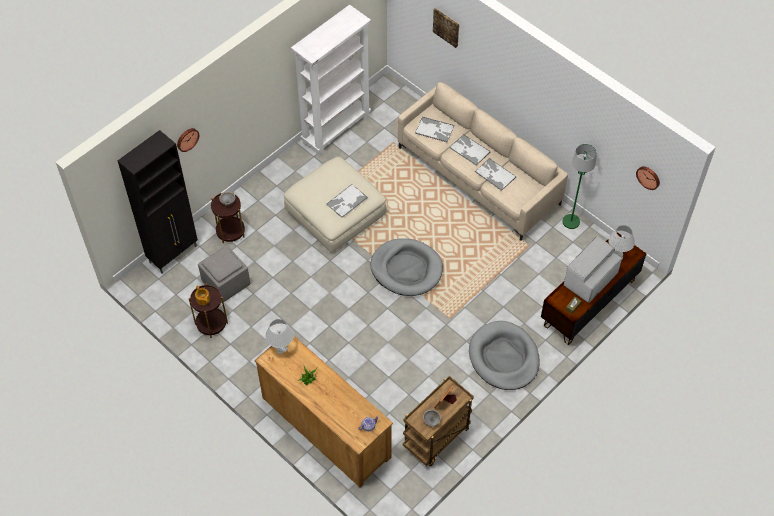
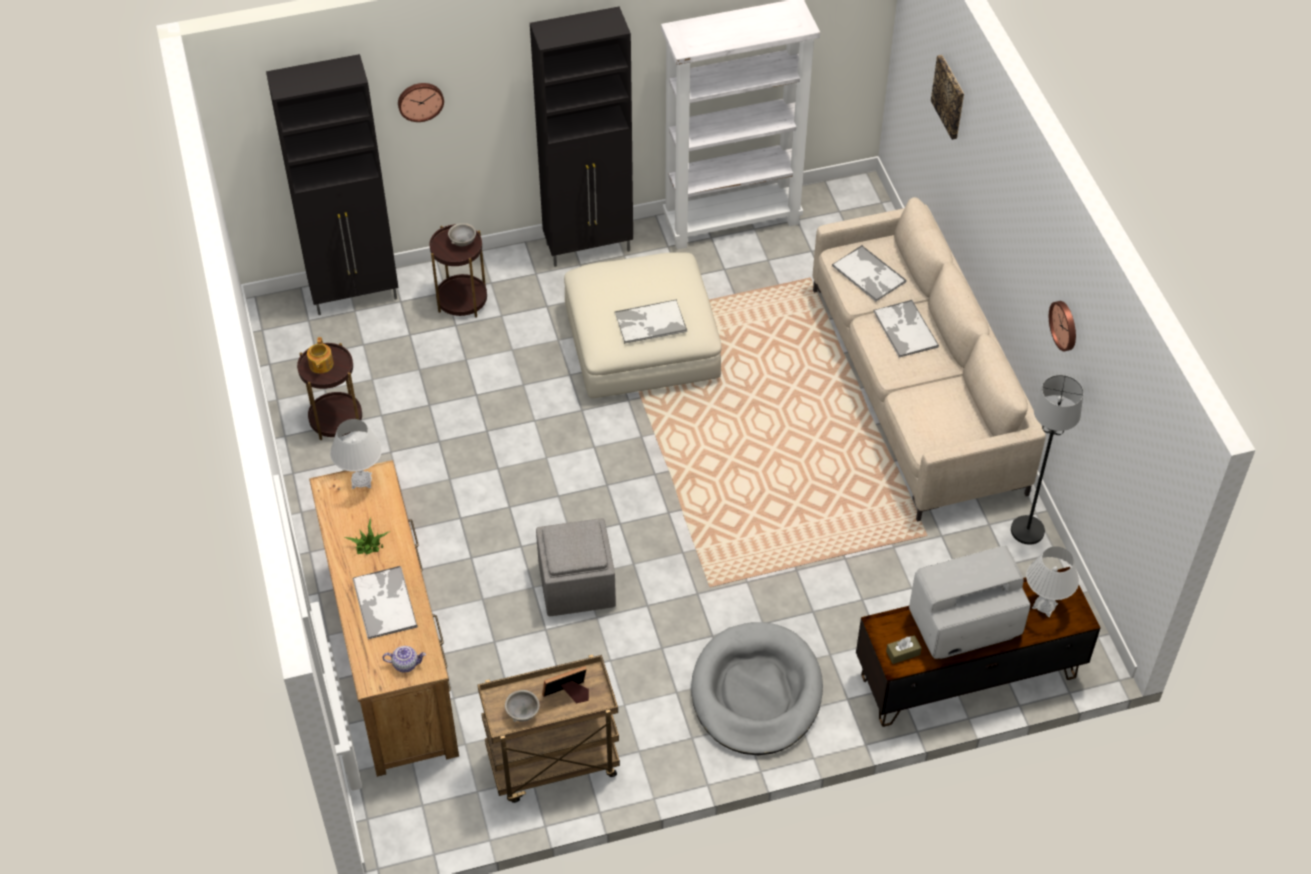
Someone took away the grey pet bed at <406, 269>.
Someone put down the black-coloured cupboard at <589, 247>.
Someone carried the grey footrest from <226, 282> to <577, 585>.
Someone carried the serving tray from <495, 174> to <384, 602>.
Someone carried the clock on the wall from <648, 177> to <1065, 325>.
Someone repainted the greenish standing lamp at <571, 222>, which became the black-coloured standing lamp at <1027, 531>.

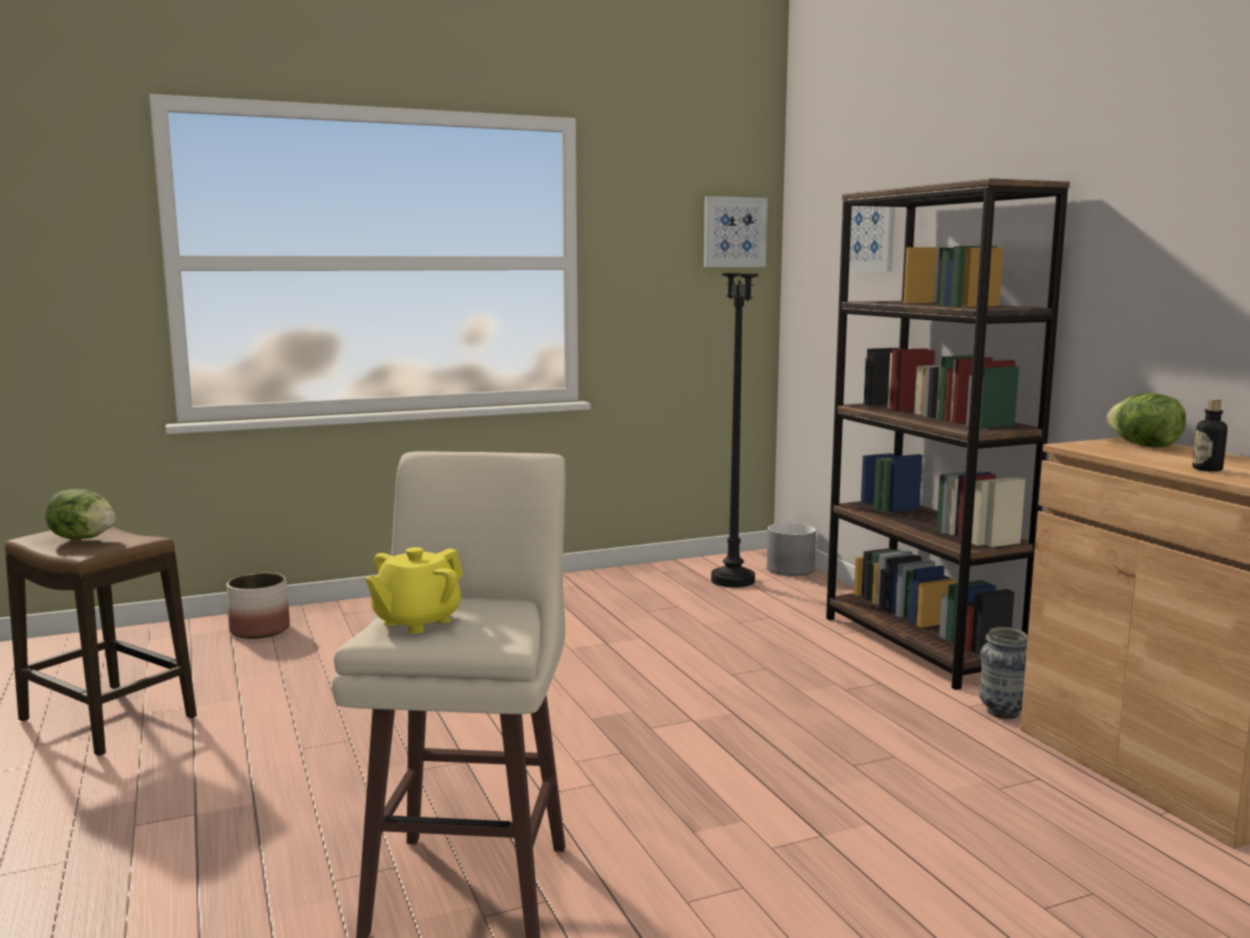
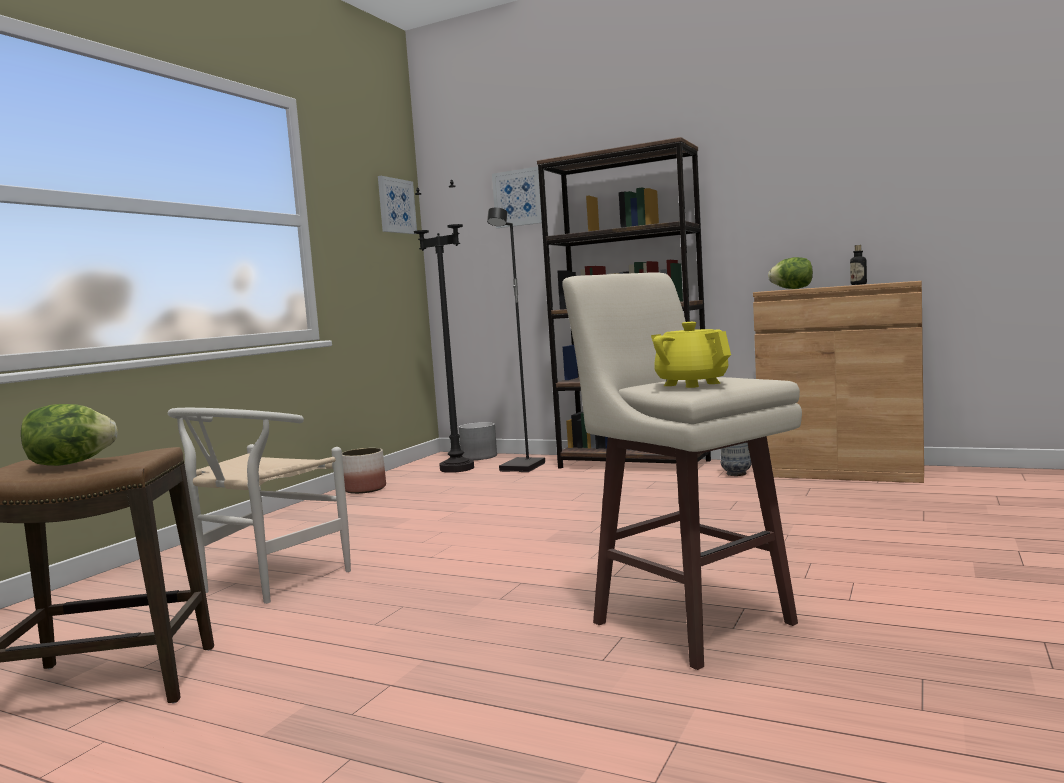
Someone put down the white-coloured chair at <264, 584>.
Someone put down the black-coloured standing lamp at <523, 467>.
Someone carried the plant pot from <260, 630> to <365, 489>.
Someone rotated the yellowish pot for tea at <416, 622> by 150 degrees clockwise.

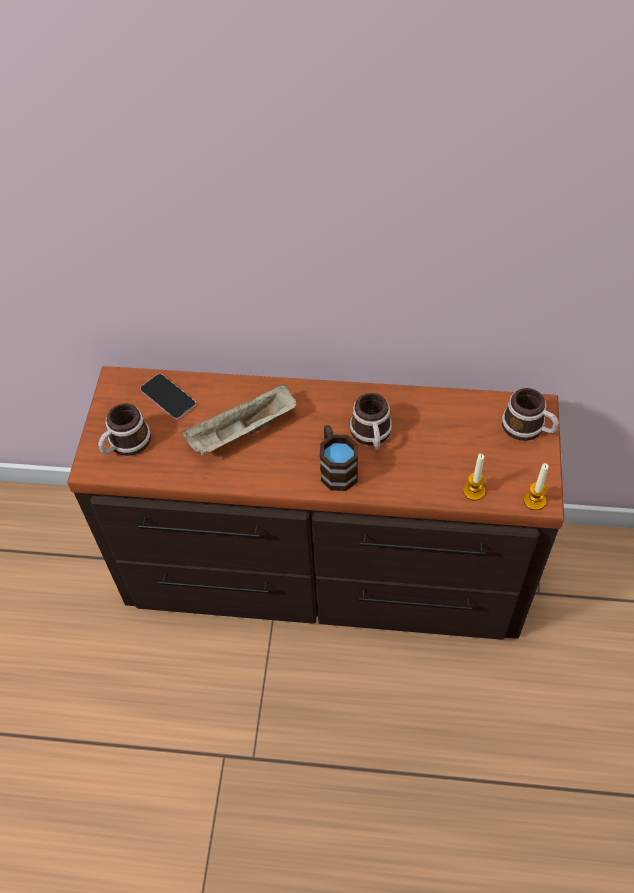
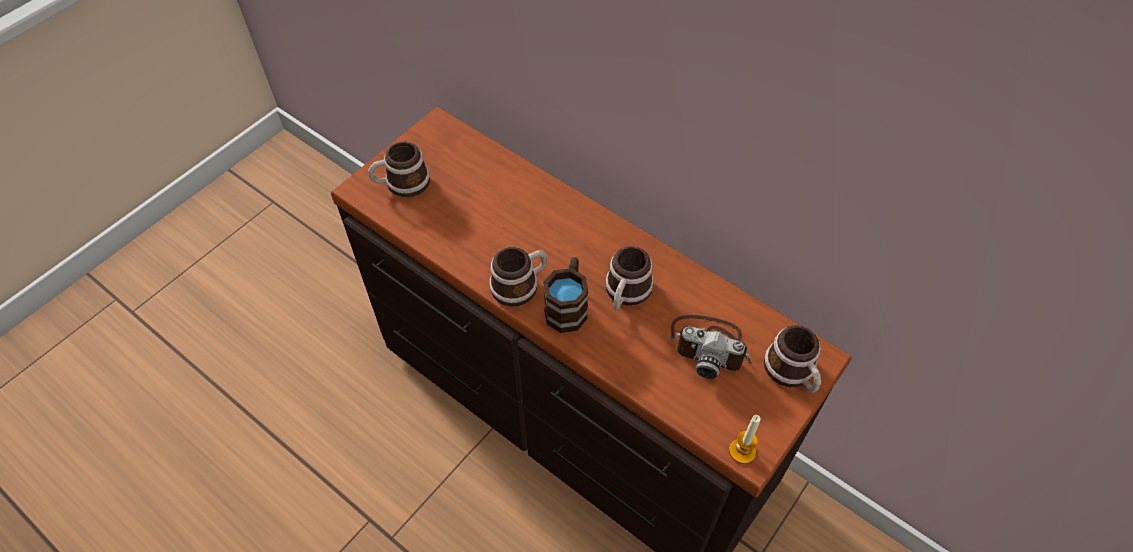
Someone took away the handset at <168, 397>.
Someone took away the beige serving tray at <242, 433>.
Someone took away the wax candle at <473, 491>.
Someone put down the coffee mug at <520, 285>.
Someone put down the photo camera at <709, 345>.

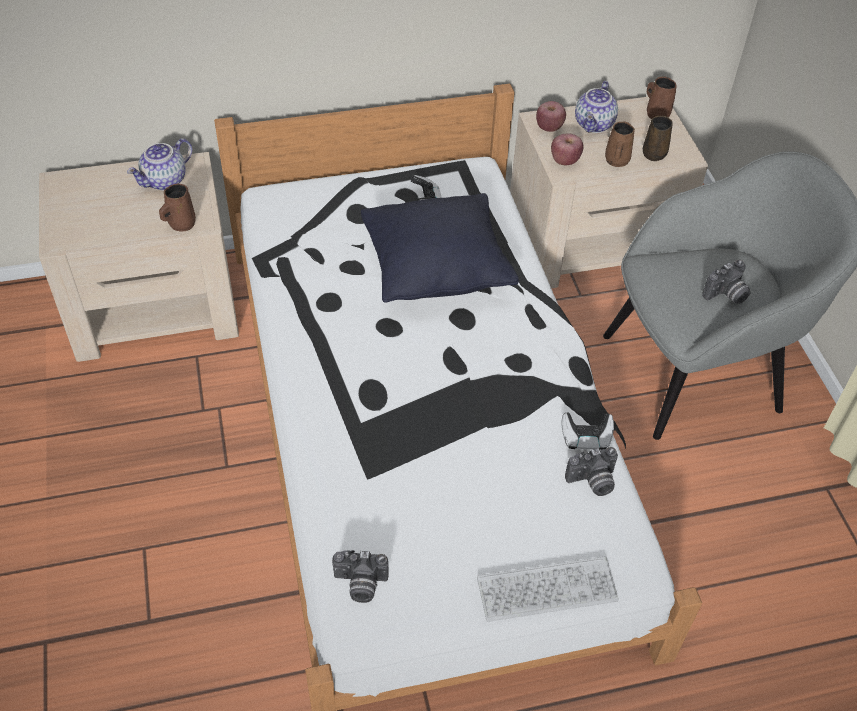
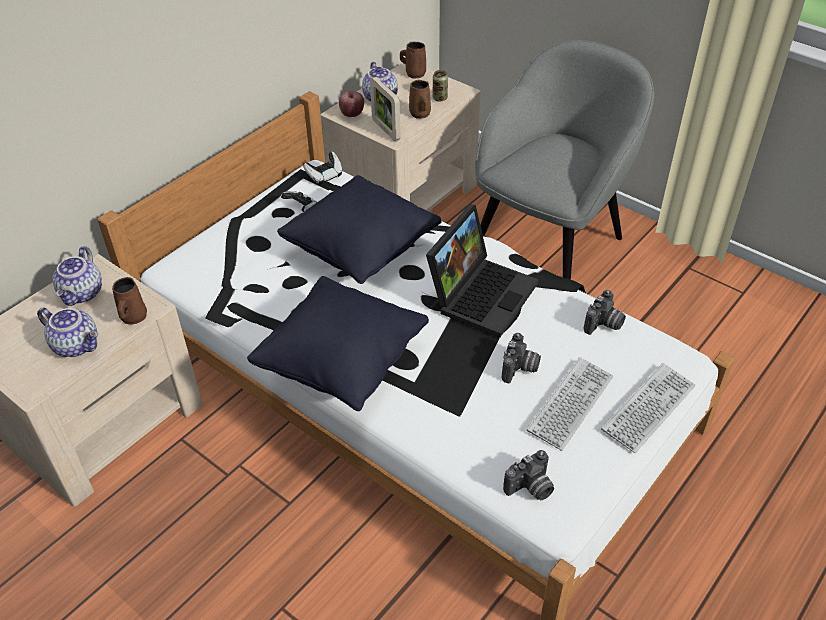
Someone put down the pot for tea at <77, 345>.
Someone put down the black-coloured throw pillow at <342, 364>.
Someone put down the notebook computer at <481, 293>.
Someone put down the keyboard at <570, 404>.
Someone carried the joypad from <585, 439> to <325, 176>.
Someone carried the photo camera from <726, 295> to <520, 369>.
Someone swapped the apple fruit at <565, 161> for the photo frame at <386, 130>.
Someone swapped the brown-coloured coffee mug at <655, 153> for the can at <440, 98>.

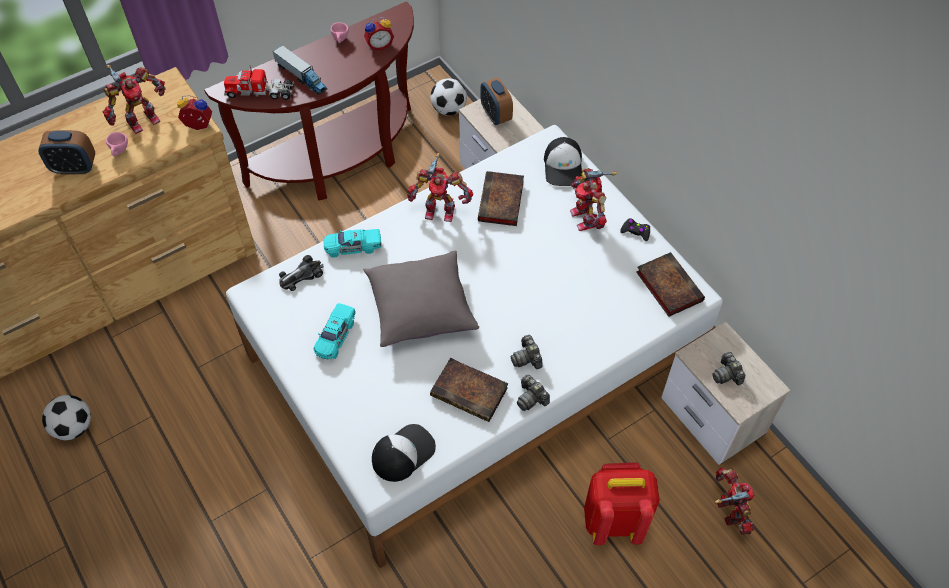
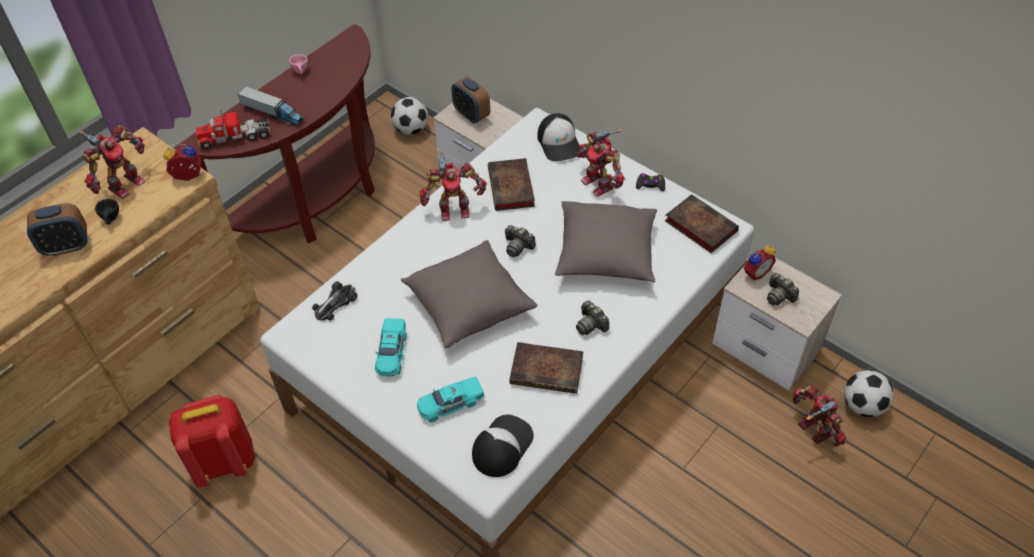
Someone put down the grey throw pillow at <605, 255>.
Someone carried the football from <74, 427> to <862, 405>.
Someone carried the turquoise-coloured miniature car from <353, 247> to <450, 404>.
Someone carried the table clock from <379, 45> to <755, 272>.
Someone carried the photo camera from <531, 398> to <518, 246>.
Someone carried the red-coloured knapsack from <614, 520> to <223, 461>.
Someone repainted the pinkish cup at <120, 152>, which became the black-coloured cup at <112, 220>.

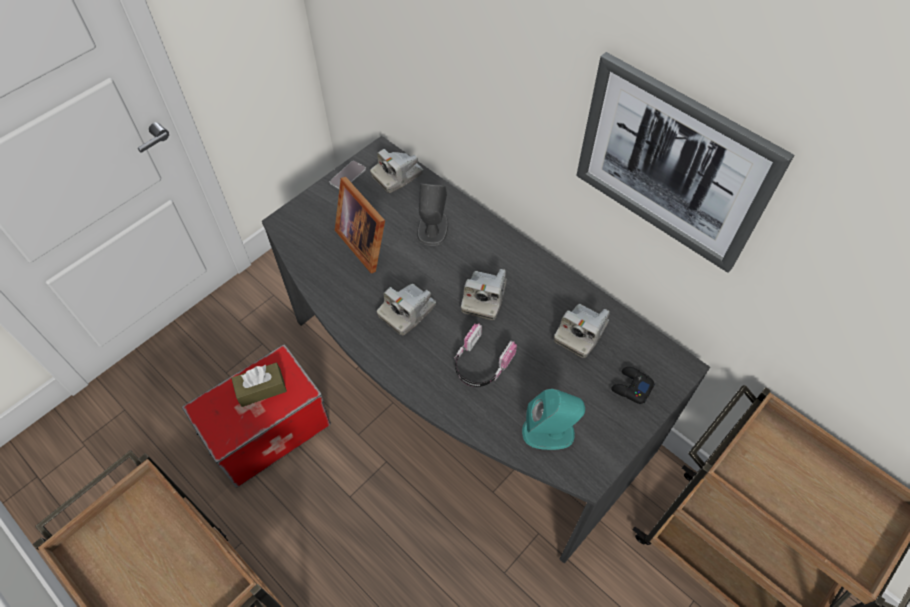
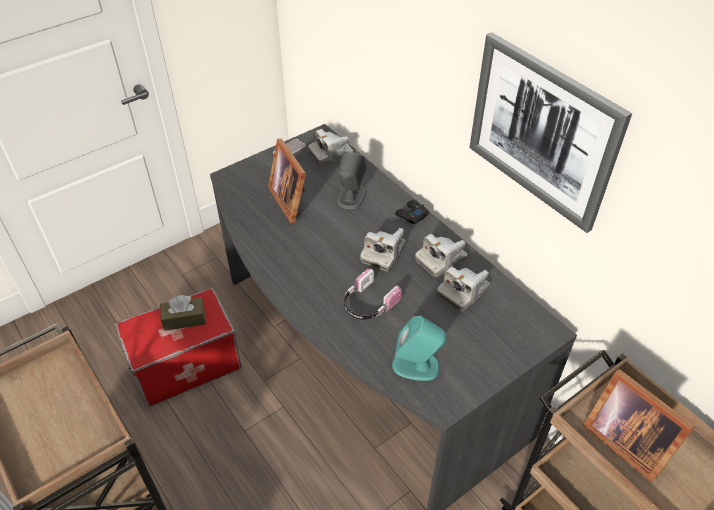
Someone put down the photo frame at <624, 439>.
Someone carried the photo camera from <407, 312> to <440, 260>.
Someone carried the black-coloured joypad from <631, 387> to <411, 215>.

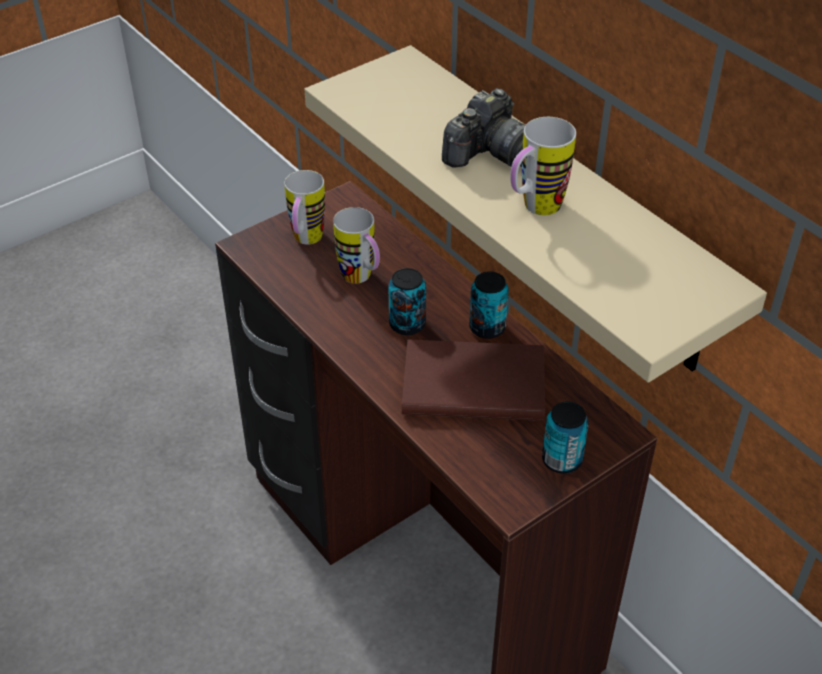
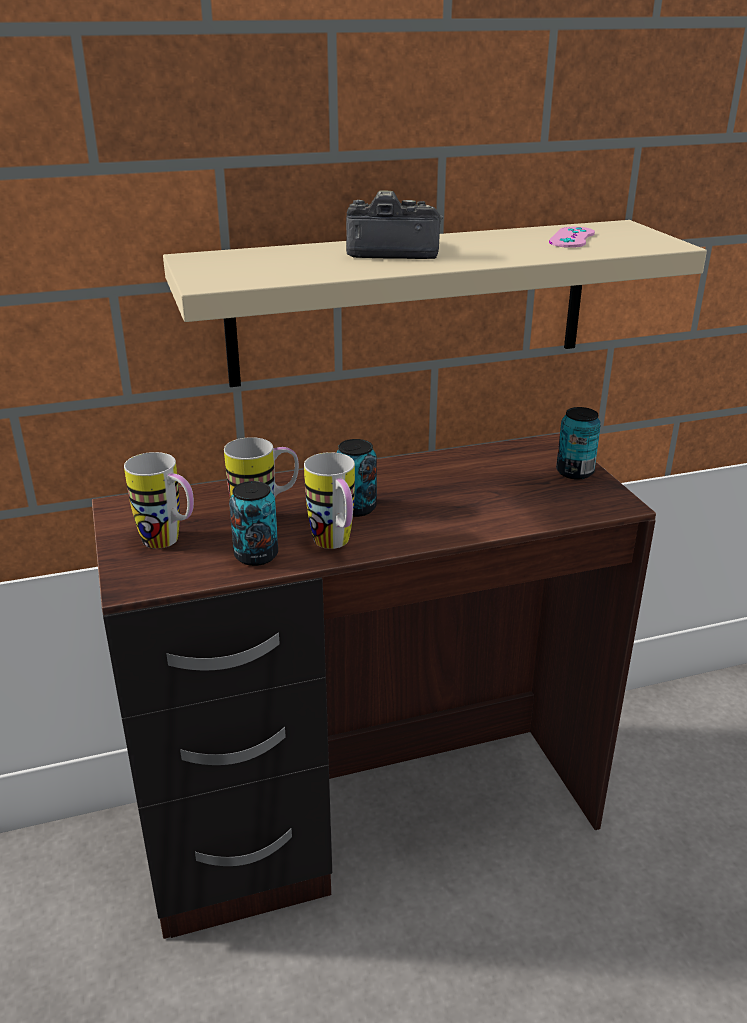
Someone took away the brown-coloured volume at <471, 382>.
Someone put down the pinkish joypad at <572, 238>.
Someone carried the can from <487, 328> to <256, 555>.
Someone carried the coffee mug from <534, 210> to <336, 545>.
Someone rotated the photo camera at <490, 153> by 60 degrees counterclockwise.

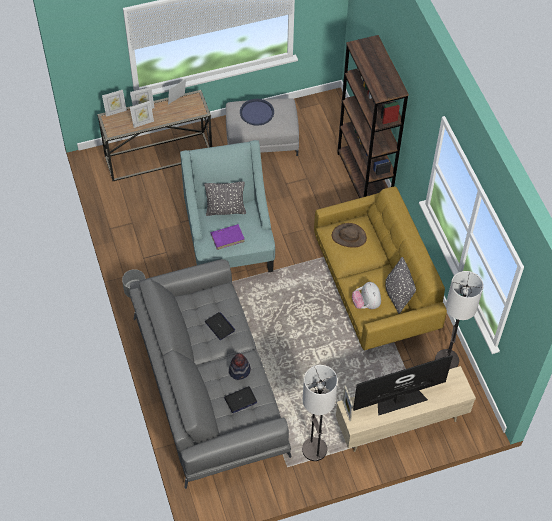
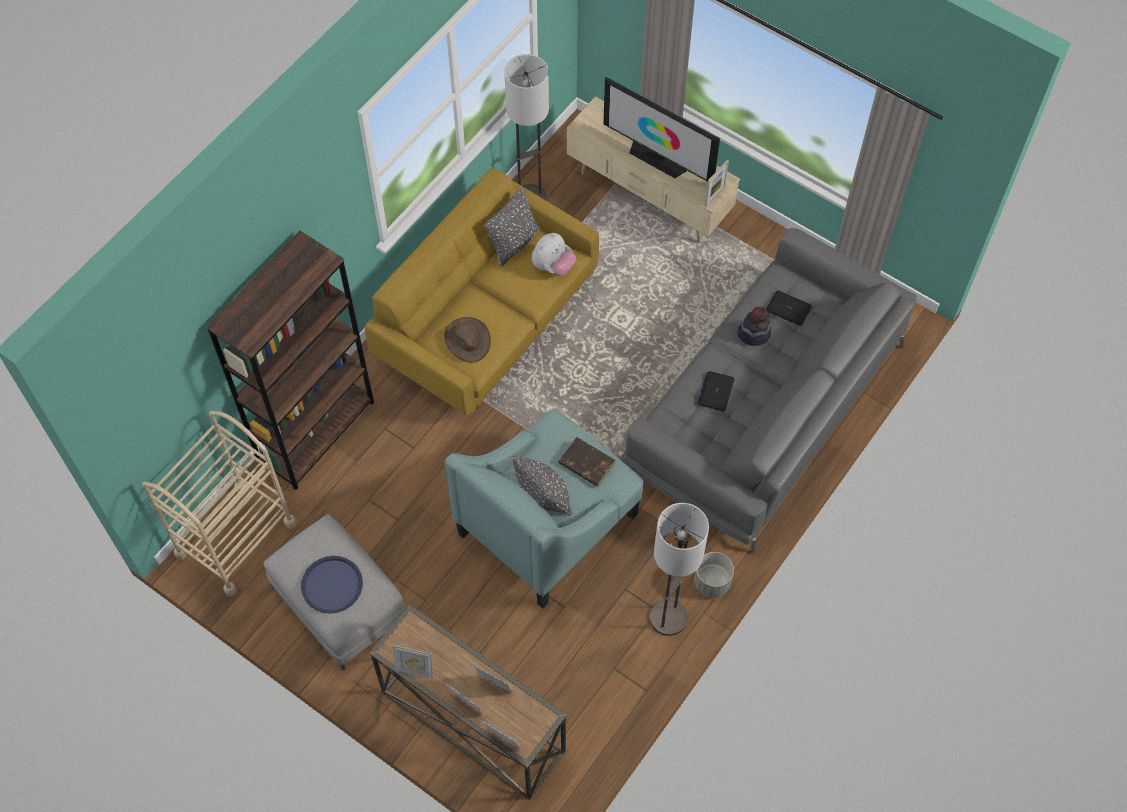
Someone put down the beige wheeled cart at <236, 538>.
Someone carried the standing lamp from <314, 449> to <668, 618>.
Someone repainted the purplish volume at <228, 237>, which became the brown-coloured volume at <586, 463>.

